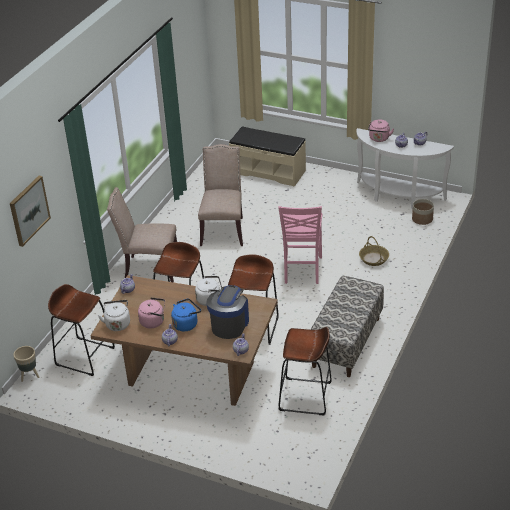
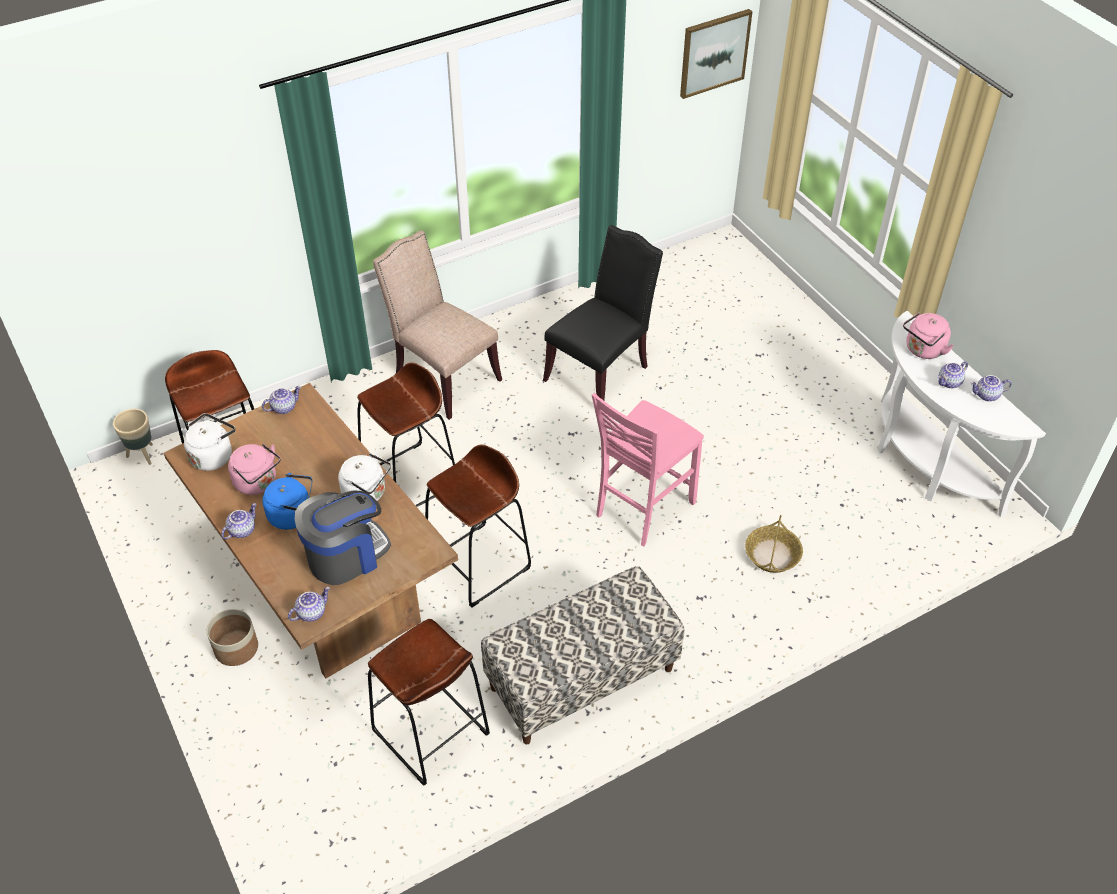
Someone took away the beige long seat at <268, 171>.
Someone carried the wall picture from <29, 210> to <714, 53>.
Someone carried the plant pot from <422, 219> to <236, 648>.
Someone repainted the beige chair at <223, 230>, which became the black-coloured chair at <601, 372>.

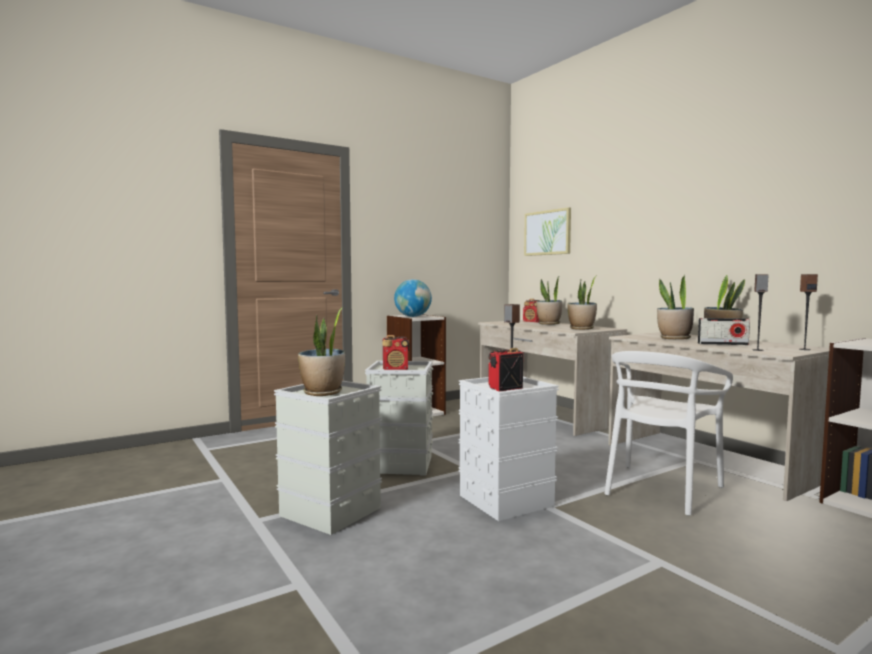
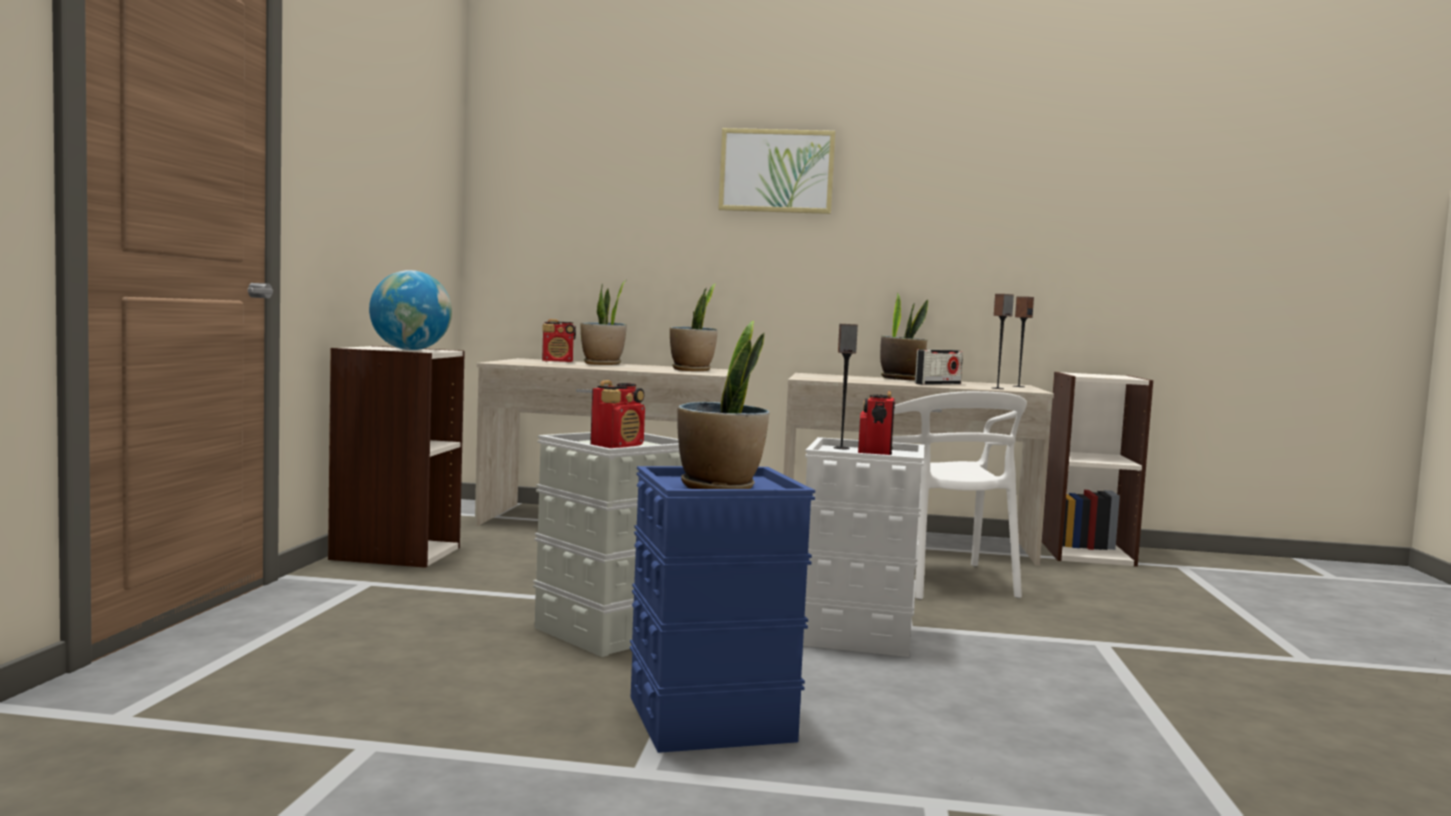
Someone took away the potted plant at <674, 338>.
Someone carried the wall picture from <547, 232> to <776, 171>.
Someone repainted the grey storage container at <329, 512>, which became the bluish storage container at <709, 719>.

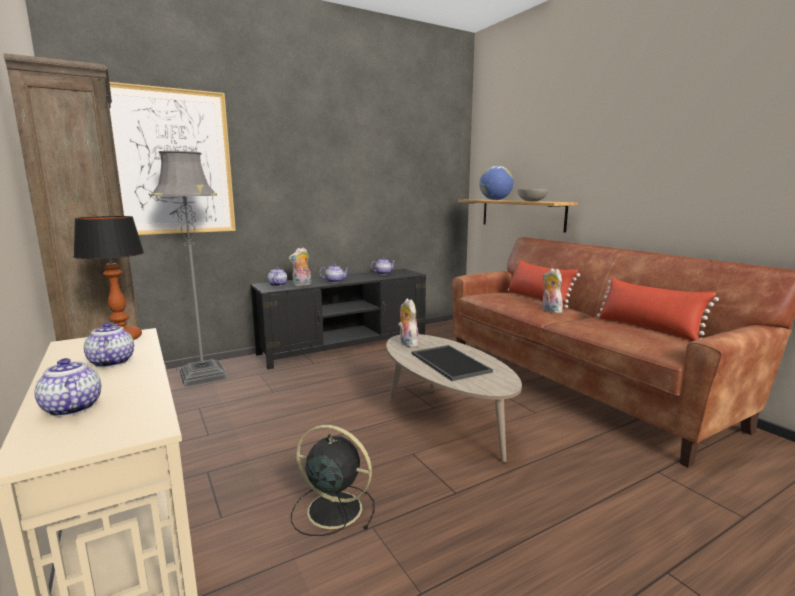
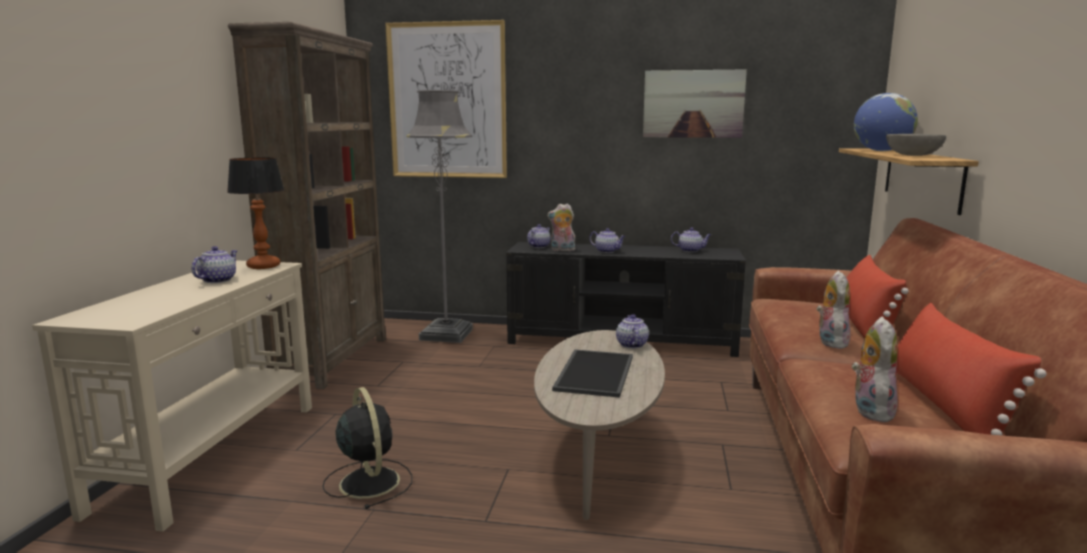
Someone put up the wall picture at <693, 104>.
Someone carried the pot for tea from <71, 408> to <631, 344>.
Someone carried the cuddly toy from <407, 344> to <870, 410>.

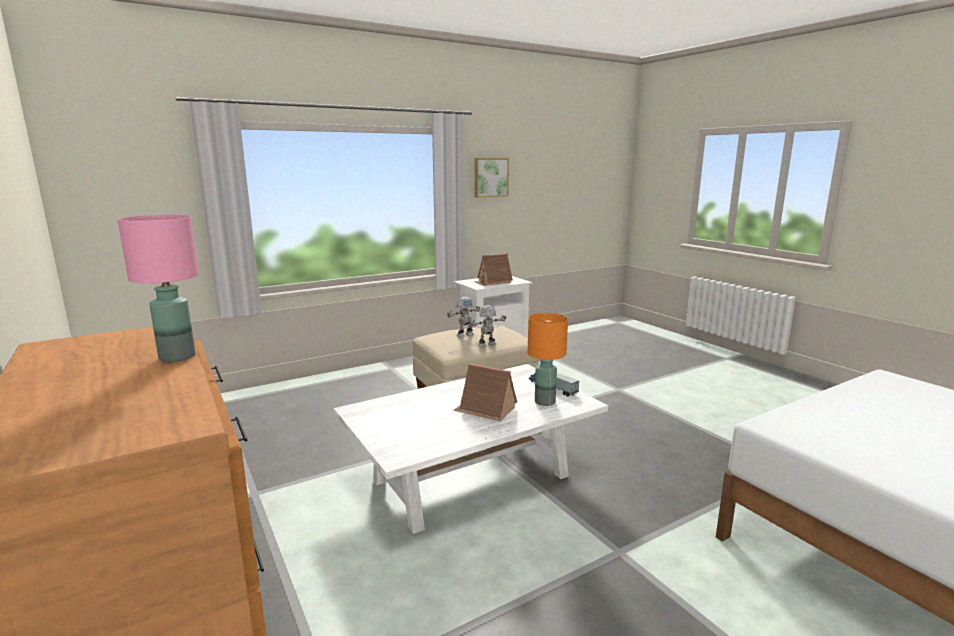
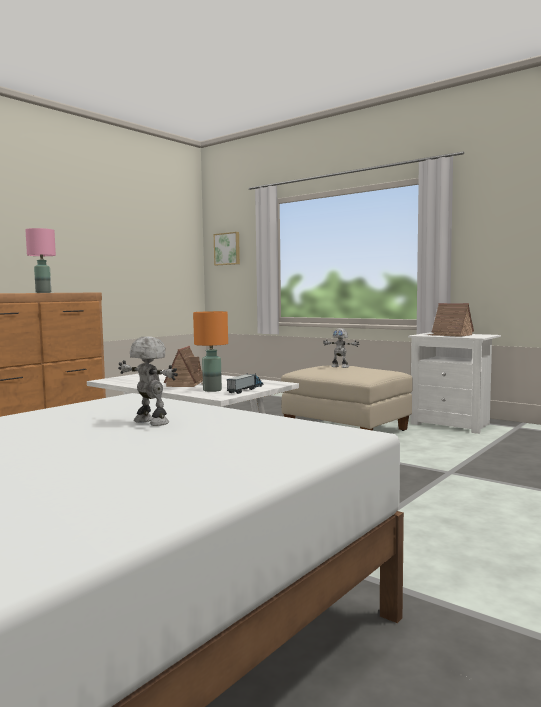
Someone carried the robot figure from <487, 345> to <150, 422>.
Someone carried the wall picture from <490, 177> to <227, 249>.

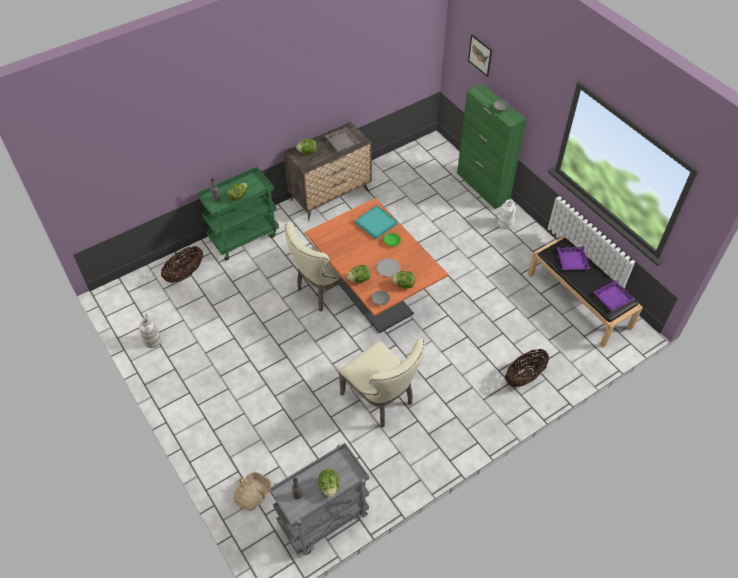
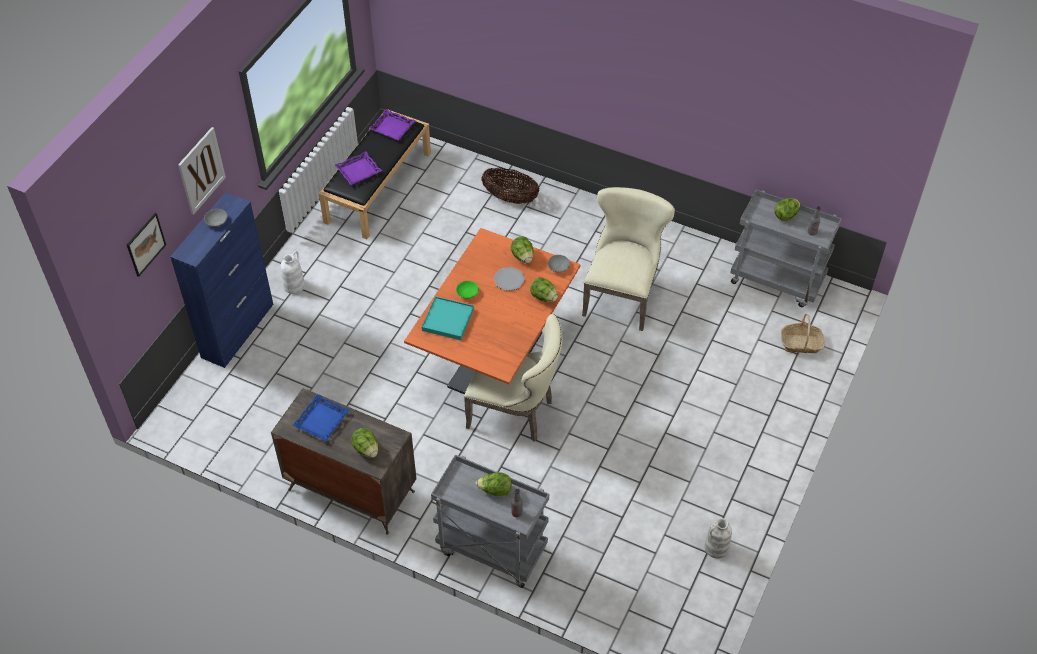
Someone took away the household basket at <185, 274>.
Someone put up the wall picture at <201, 170>.
Someone repainted the greenish wheeled cart at <244, 237>, which became the grey wheeled cart at <490, 550>.
Someone repainted the grey serving tray at <342, 141>, which became the bluish serving tray at <321, 420>.
Someone repainted the greenish cupboard at <483, 187>, which became the bluish cupboard at <238, 330>.

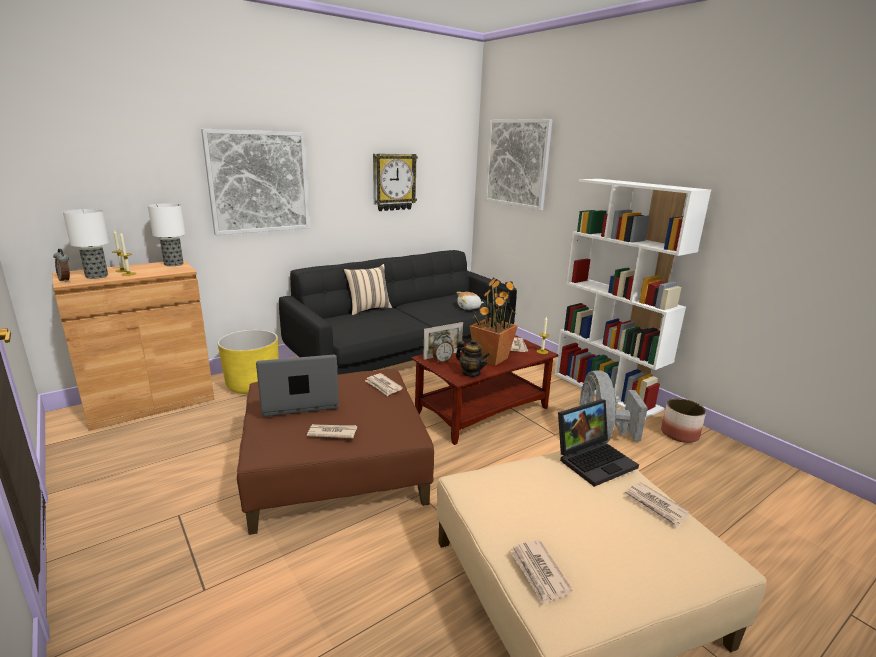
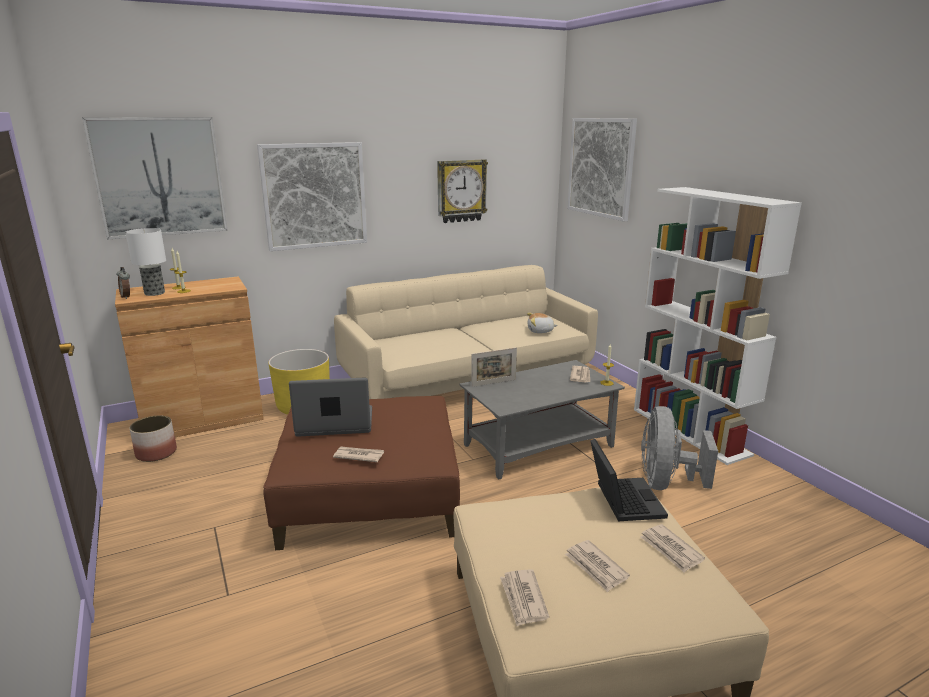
Someone took away the tabletop lamp at <174, 264>.
Someone took away the beige throw pillow at <368, 309>.
Someone took away the table clock at <442, 361>.
Someone took away the pot for tea at <471, 373>.
Someone took away the potted plant at <491, 358>.
Someone put up the wall picture at <159, 177>.
Someone carried the daily paper from <383, 386> to <596, 567>.
Someone carried the plant pot from <680, 434> to <156, 453>.
Someone repainted the black-coloured couch at <405, 353>, which became the beige couch at <469, 379>.
Someone repainted the brown-coloured low table at <482, 410>, which became the grey low table at <539, 445>.
Someone rotated the notebook computer at <594, 459> by 75 degrees counterclockwise.

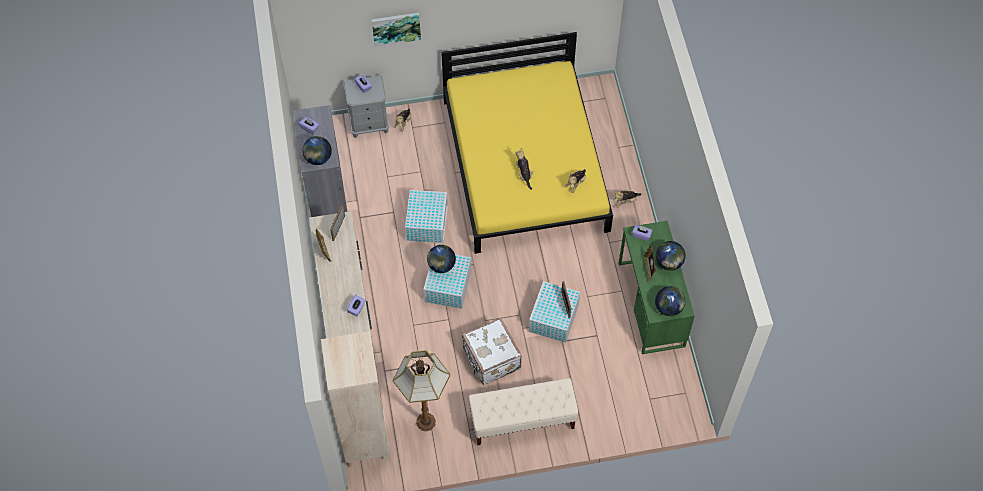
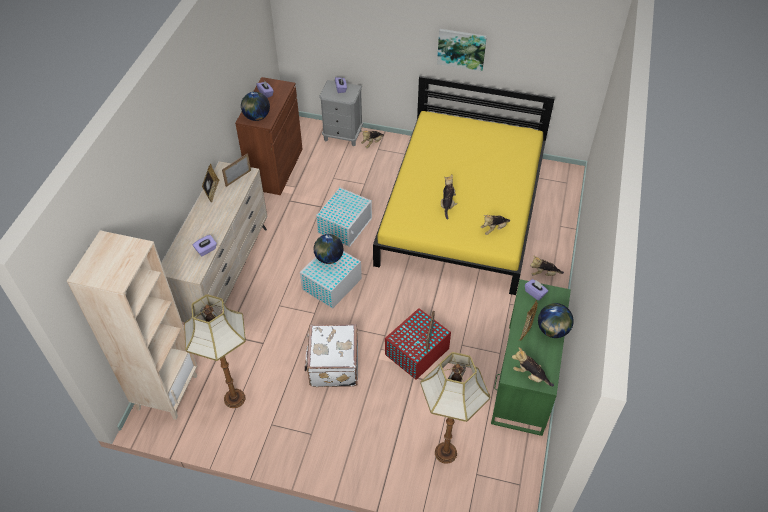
Someone took away the beige long seat at <522, 420>.
Someone put down the standing lamp at <446, 453>.
Someone carried the wall picture from <396, 28> to <461, 49>.
Someone swapped the world globe at <668, 308> for the cuddly toy at <530, 375>.
Someone repainted the grey cupboard at <325, 187>, which became the brown-coloured cupboard at <275, 168>.
Someone repainted the white-coloured storage container at <553, 318>, which became the red-coloured storage container at <416, 352>.

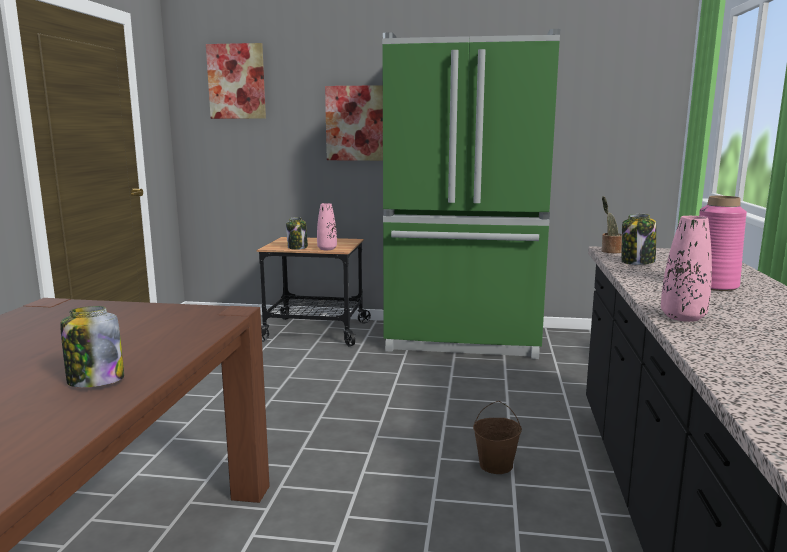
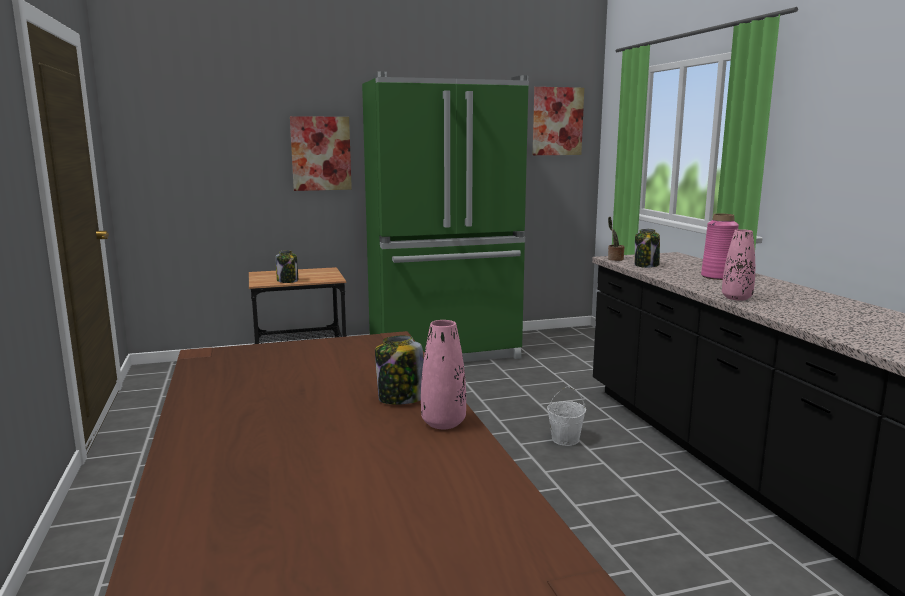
Someone carried the wall picture from <236, 81> to <557, 121>.
Someone carried the pinkish decorative vase from <327, 249> to <443, 423>.
Someone repainted the brown-coloured pail at <496, 465>, which became the white-coloured pail at <565, 439>.

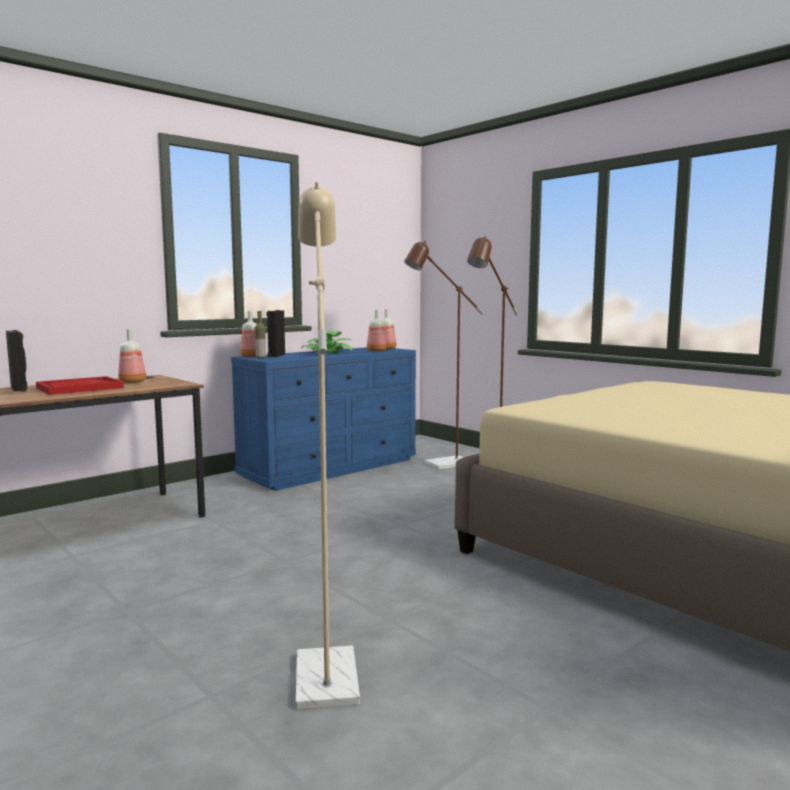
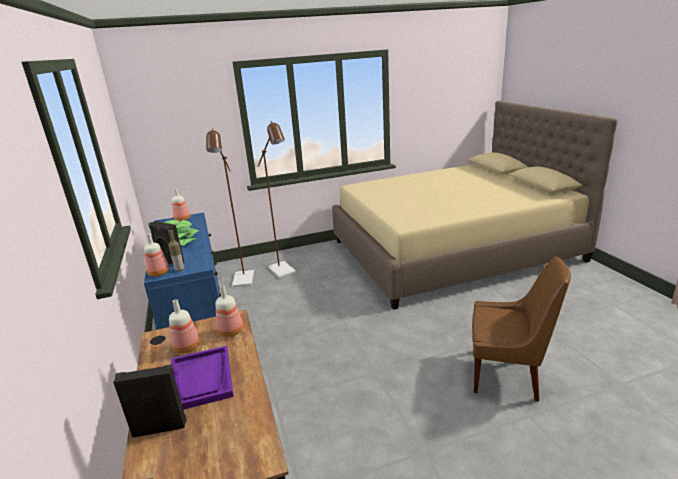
Someone carried the bottle from <376, 351> to <231, 332>.
Someone swapped the beige standing lamp at <325, 668> for the brown-coloured chair at <507, 375>.
Someone repainted the red-coloured serving tray at <80, 388>, which became the purplish serving tray at <201, 379>.

